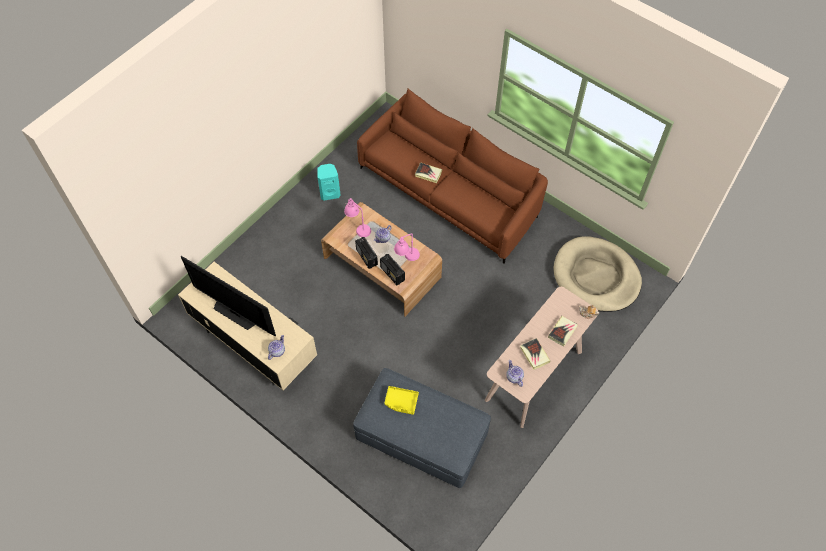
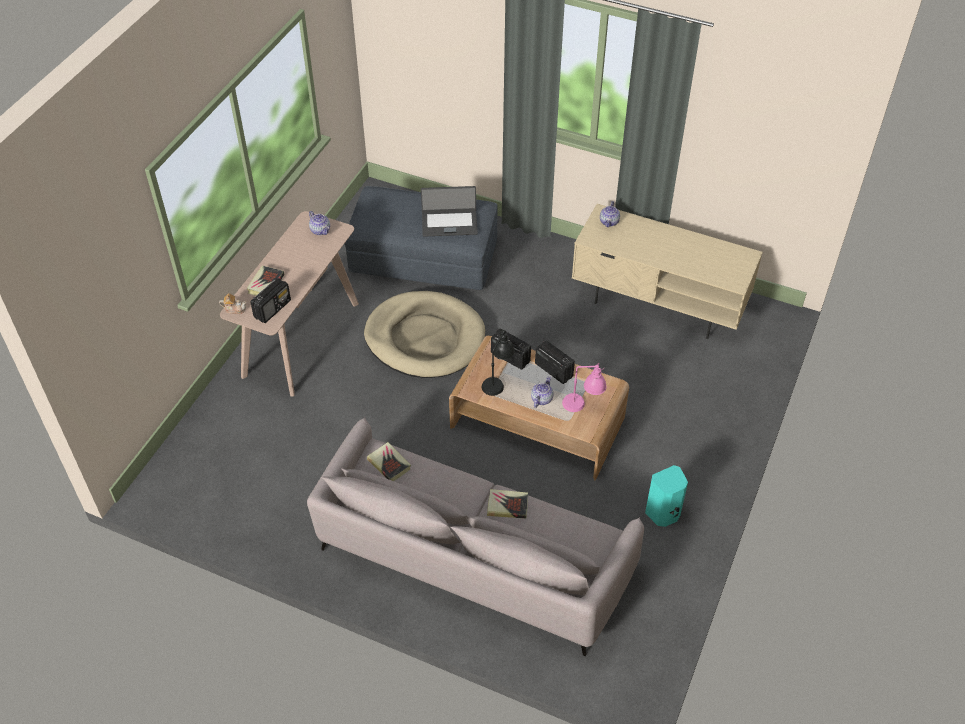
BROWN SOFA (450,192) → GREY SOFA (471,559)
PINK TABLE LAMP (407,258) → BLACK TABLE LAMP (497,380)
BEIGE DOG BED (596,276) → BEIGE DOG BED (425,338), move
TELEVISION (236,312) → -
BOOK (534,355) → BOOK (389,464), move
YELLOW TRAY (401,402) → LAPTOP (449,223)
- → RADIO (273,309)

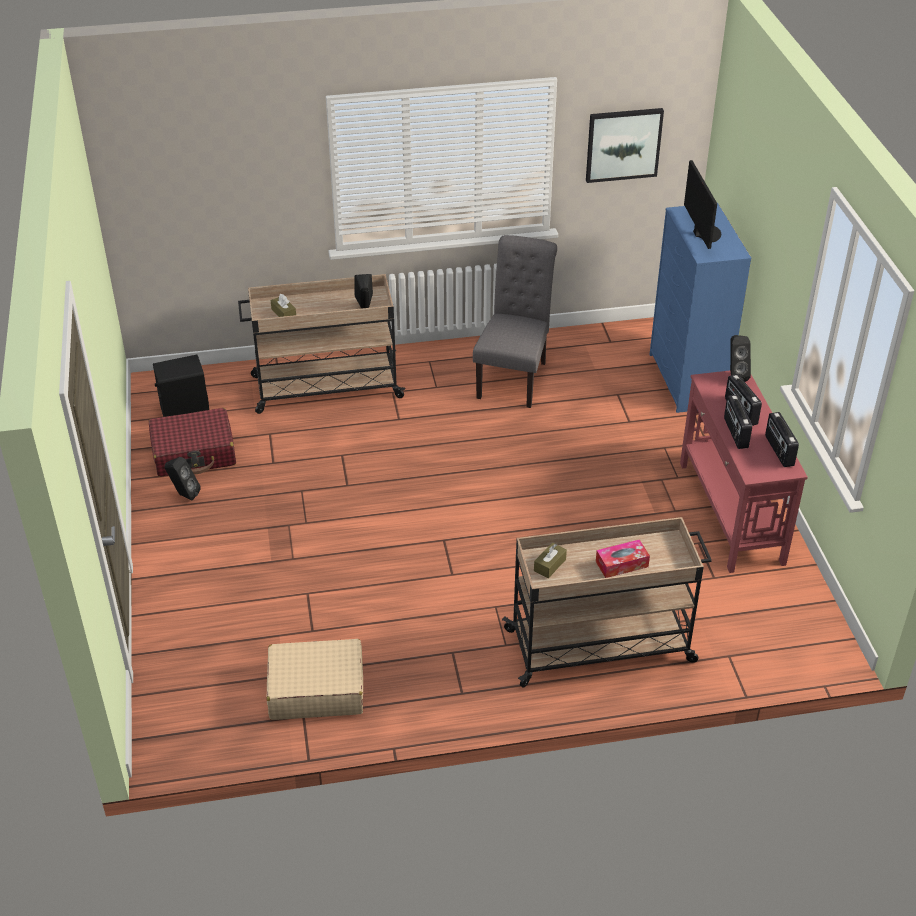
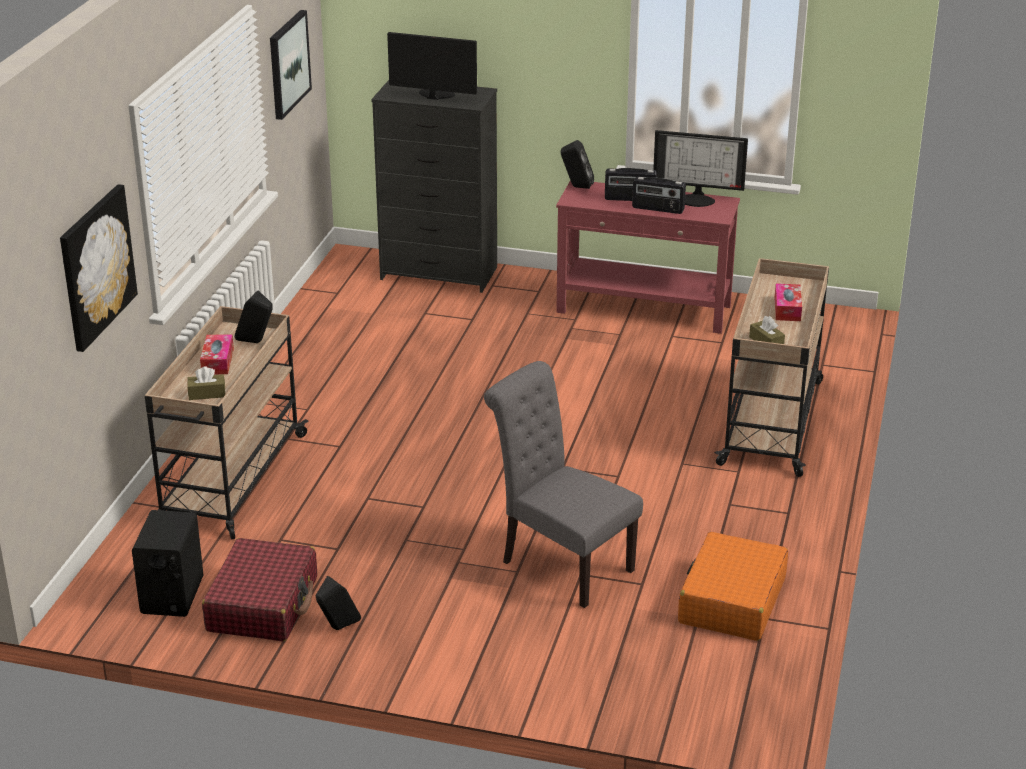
BLUE DRESSER (687,381) → BLACK DRESSER (440,273)
GREY CHAIR (514,377) → GREY CHAIR (560,563), move
RADIO (778,451) → MONITOR (697,199)
BEIGE SUITCASE (316,689) → ORANGE SUITCASE (731,601)
- → PICTURE (96,266)
- → TISSUE BOX (217,361)

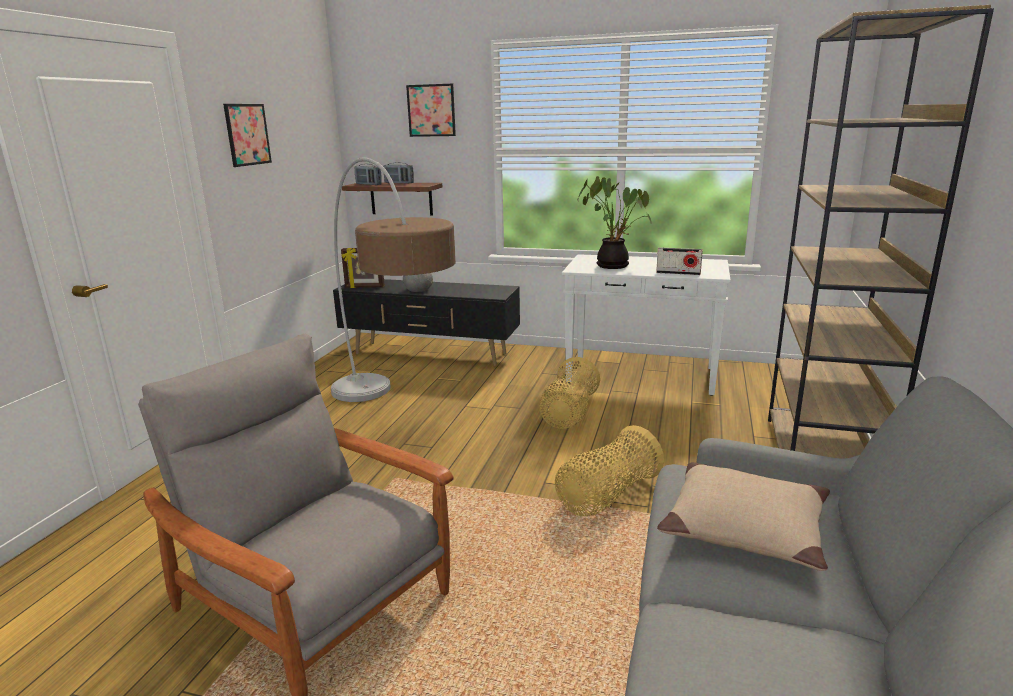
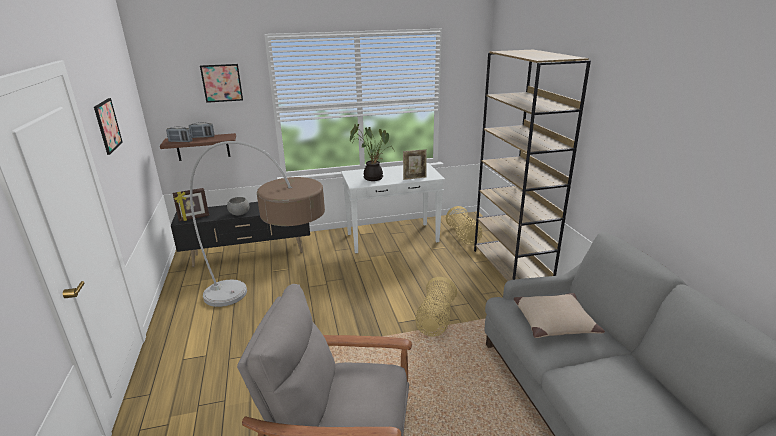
RADIO (678,273) → PICTURE FRAME (414,178)
BASKET (569,414) → BASKET (463,236), move

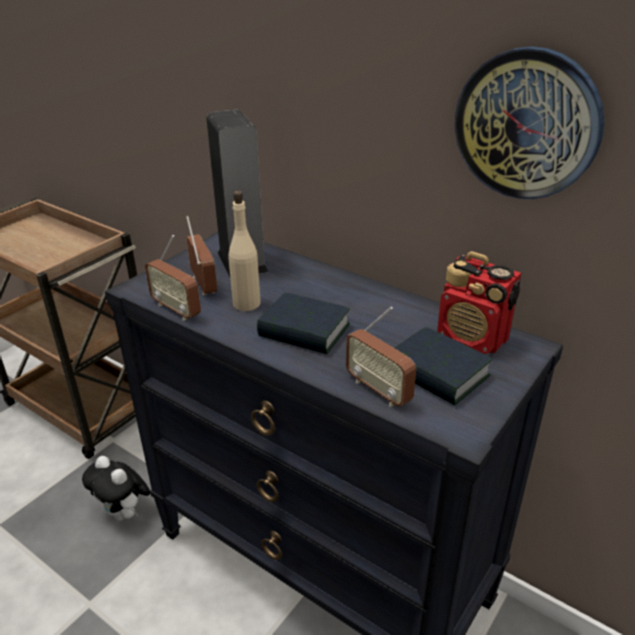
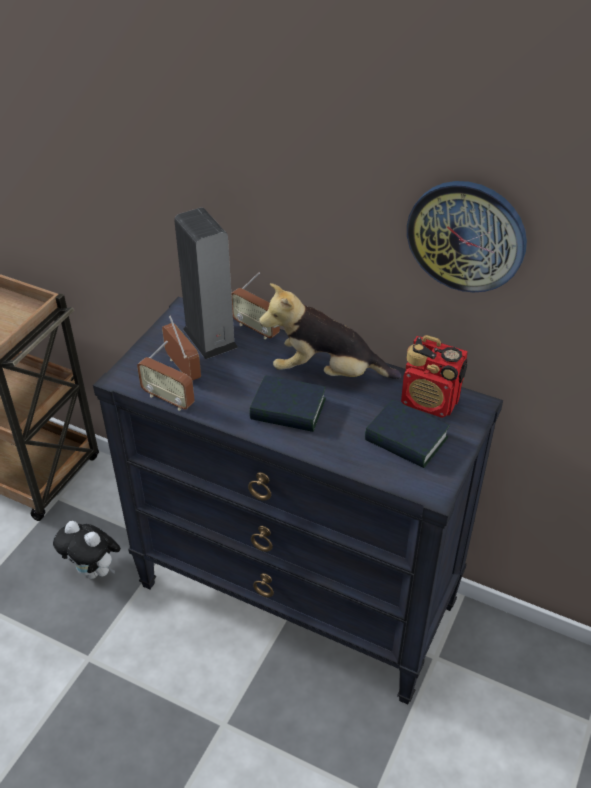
BEIGE BOTTLE (246,303) → -
RADIO (378,390) → RADIO (256,329), move
- → PLUSH TOY (327,373)

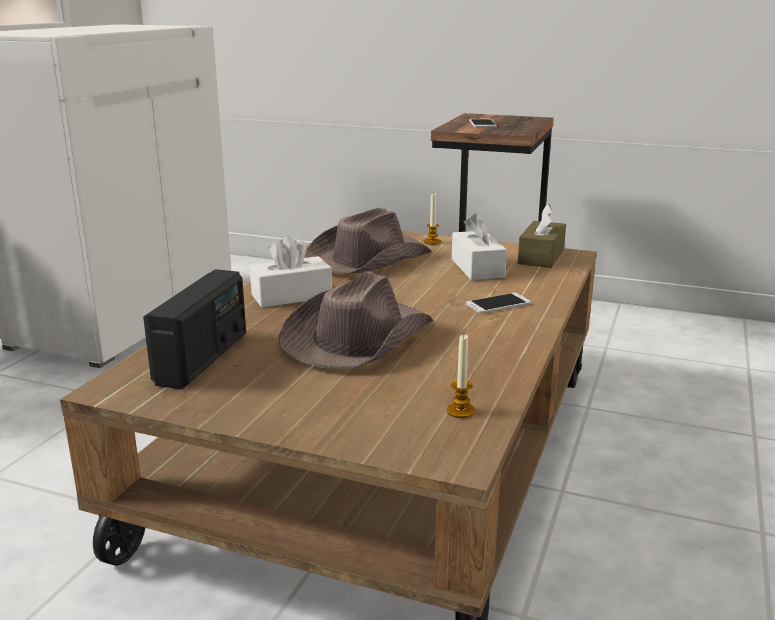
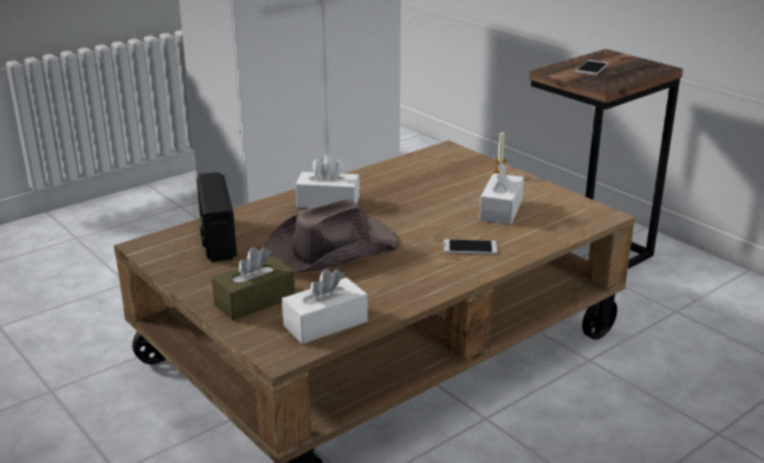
BROWN TISSUE BOX (541,256) → BROWN TISSUE BOX (255,301), move
BROWN HAT (367,258) → -
RADIO (203,358) → RADIO (217,238), 120 degrees clockwise
CANDLE (460,411) → WHITE TISSUE BOX (325,324)

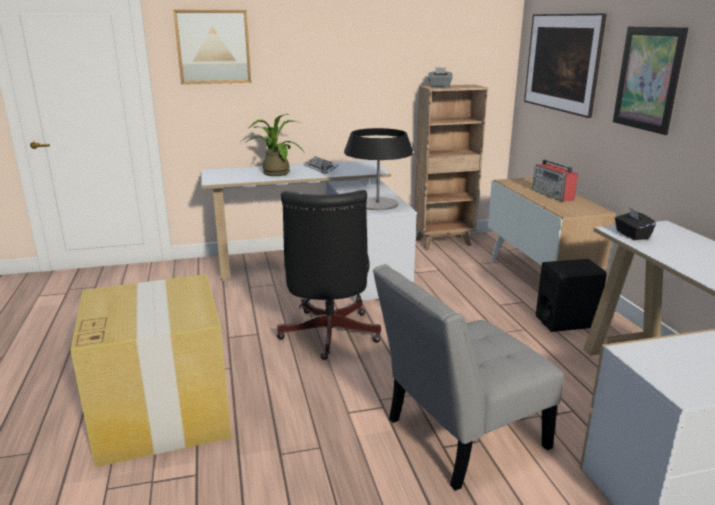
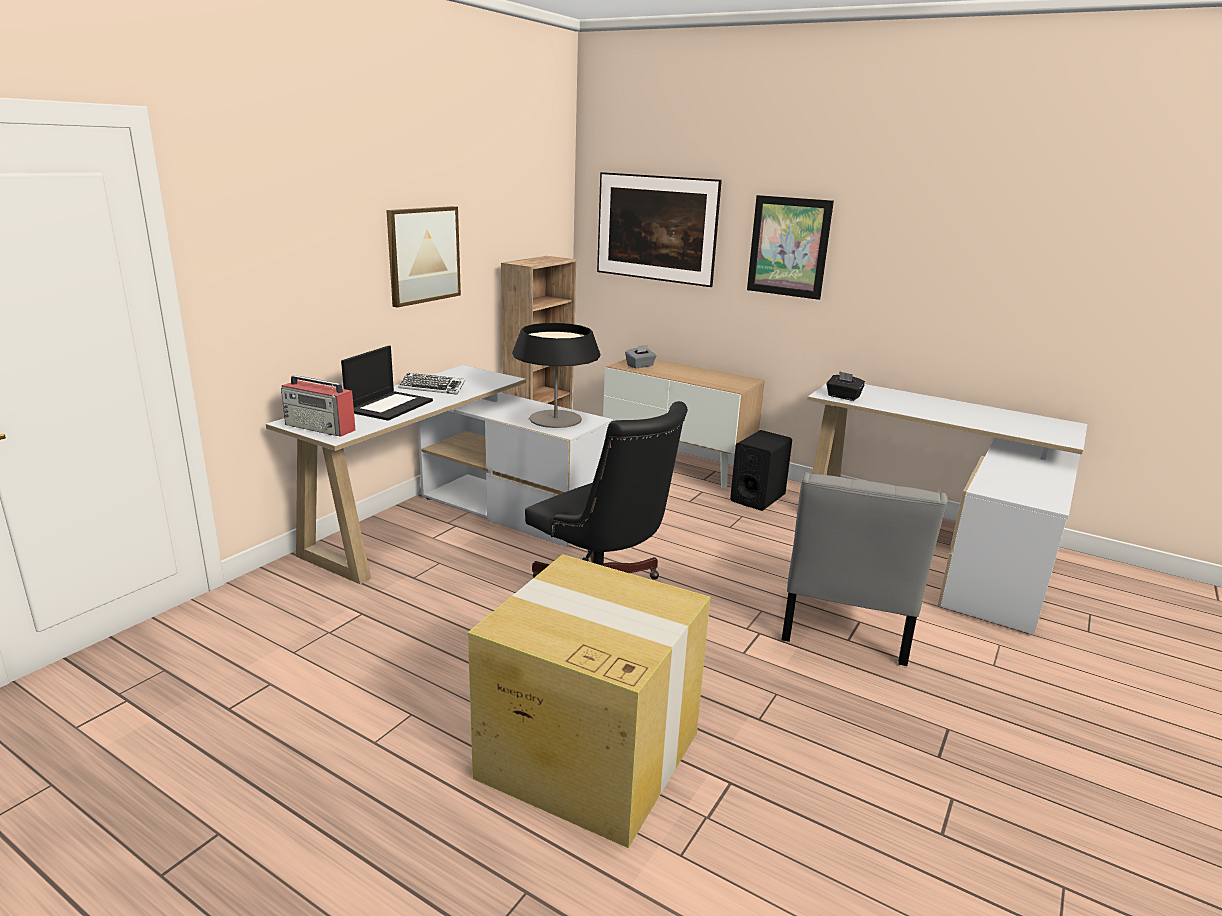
PICTURE (213,47) → PICTURE (423,255), move
GREY TISSUE BOX (439,86) → GREY TISSUE BOX (640,366), move
POTTED PLANT (275,172) → LAPTOP (390,406)
RADIO (553,195) → RADIO (321,428), move

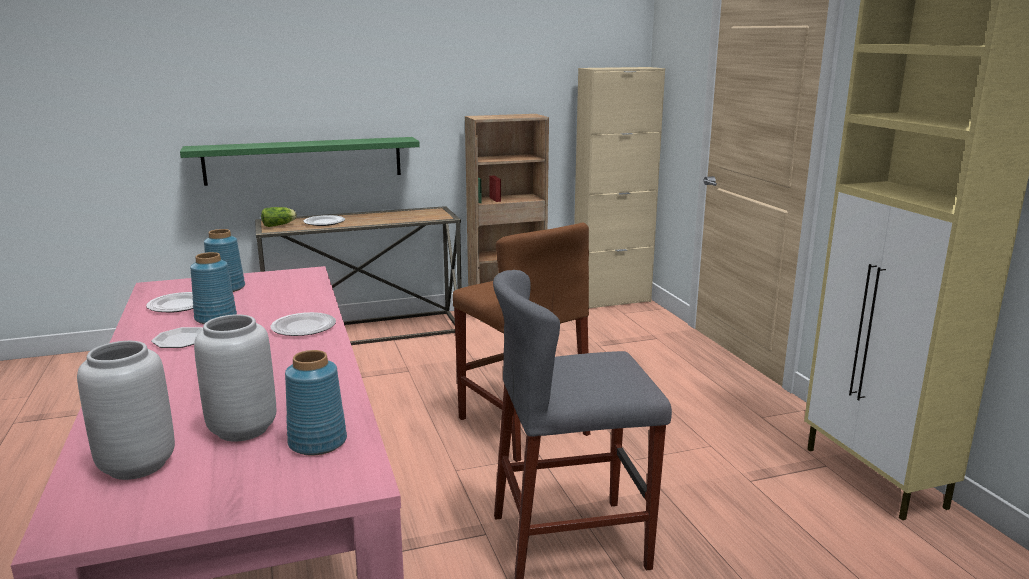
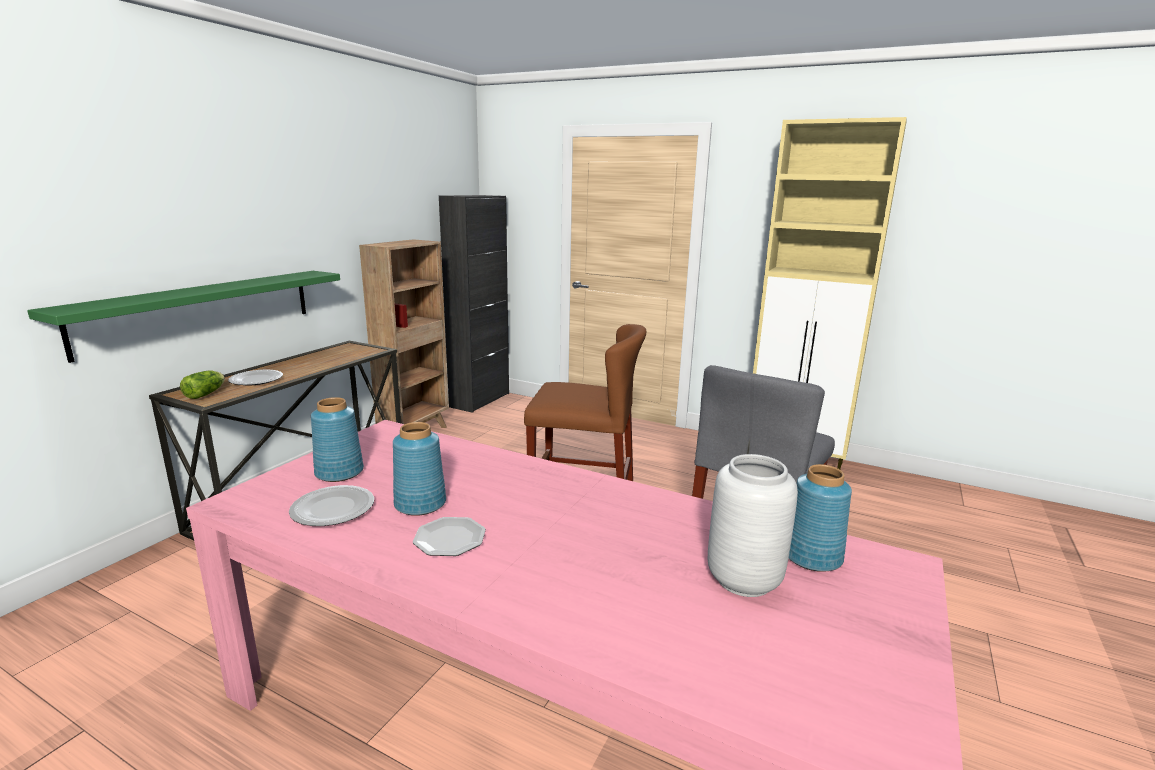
BEIGE CABINET (611,300) → BLACK CABINET (480,400)
PLATE (302,327) → -
GREY VASE (136,466) → -

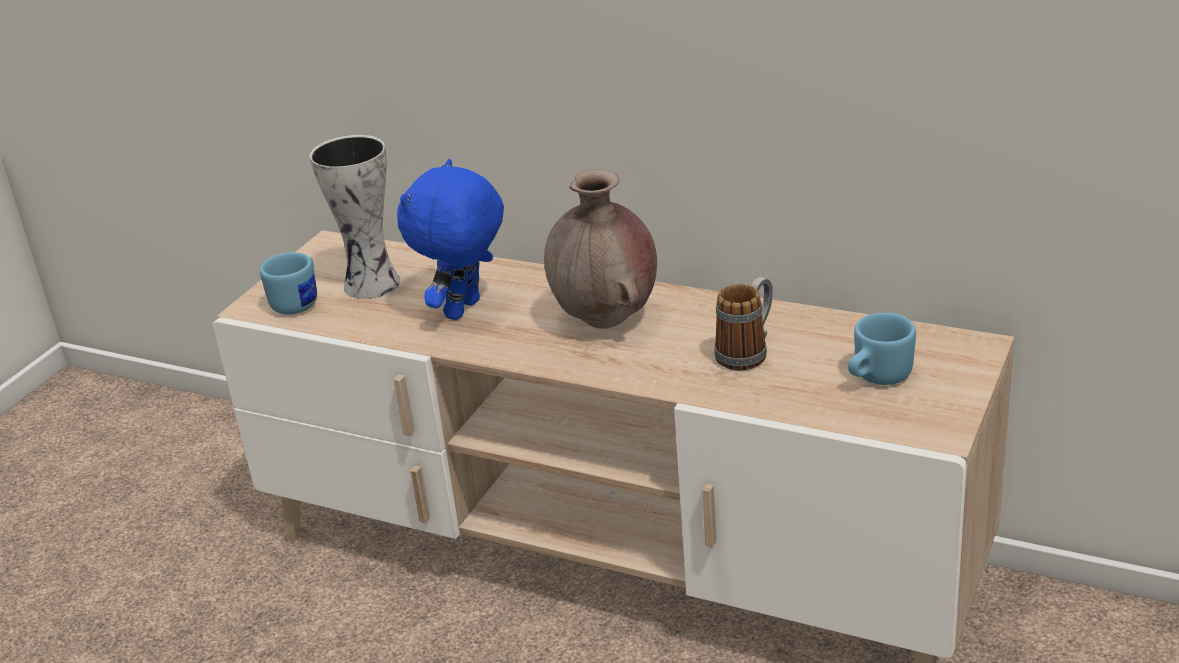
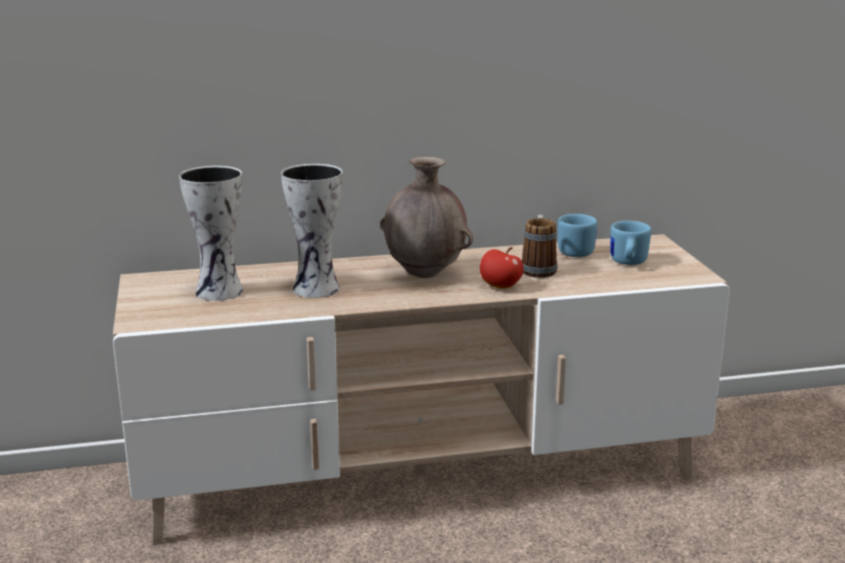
BLUE PLUSH TOY (465,310) → VASE (318,289)
BLUE MUG (299,301) → BLUE MUG (573,251), move
- → APPLE (500,287)

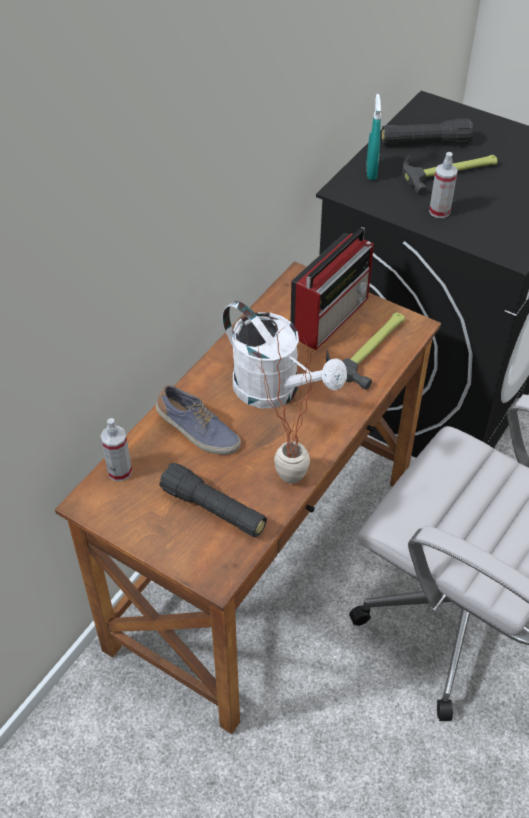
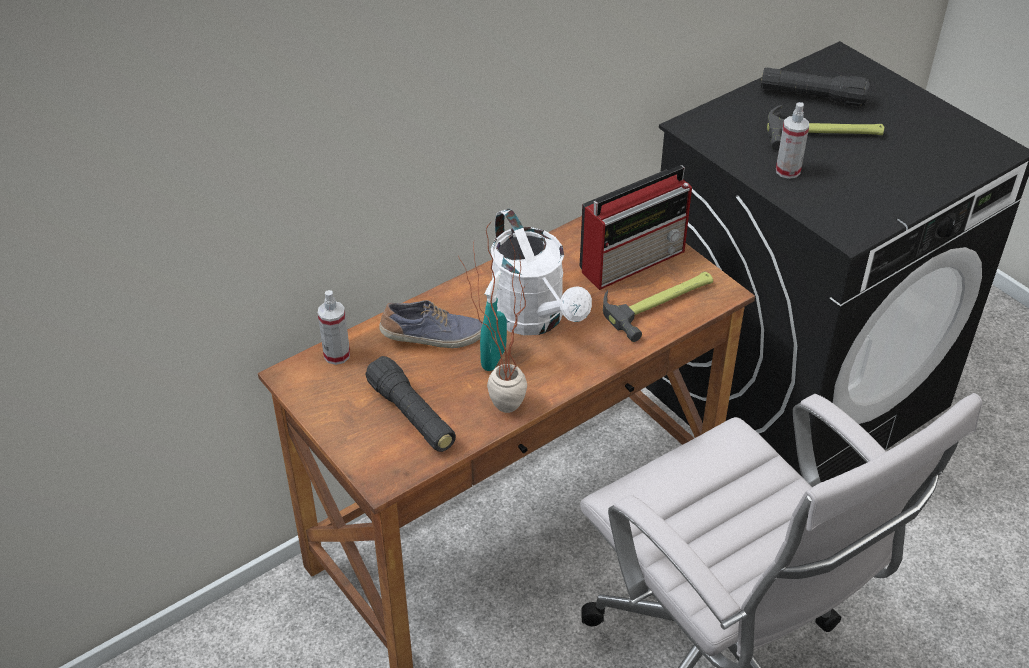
TURQUOISE SPRAY BOTTLE (371,172) → TURQUOISE SPRAY BOTTLE (493,359), move
SHOE (197,432) → SHOE (433,338), 60 degrees counterclockwise

